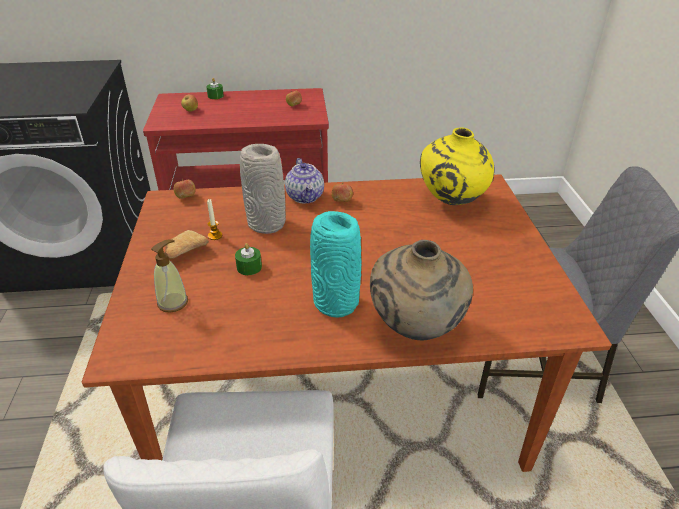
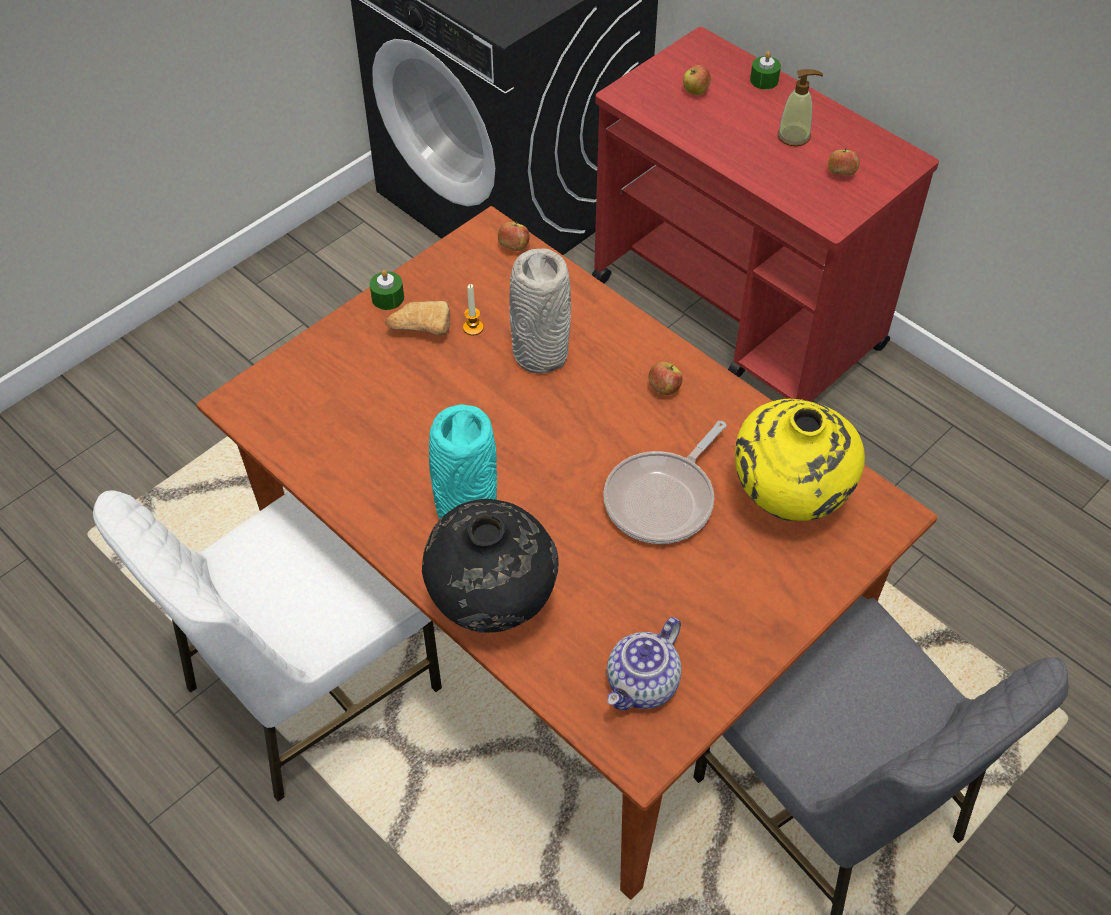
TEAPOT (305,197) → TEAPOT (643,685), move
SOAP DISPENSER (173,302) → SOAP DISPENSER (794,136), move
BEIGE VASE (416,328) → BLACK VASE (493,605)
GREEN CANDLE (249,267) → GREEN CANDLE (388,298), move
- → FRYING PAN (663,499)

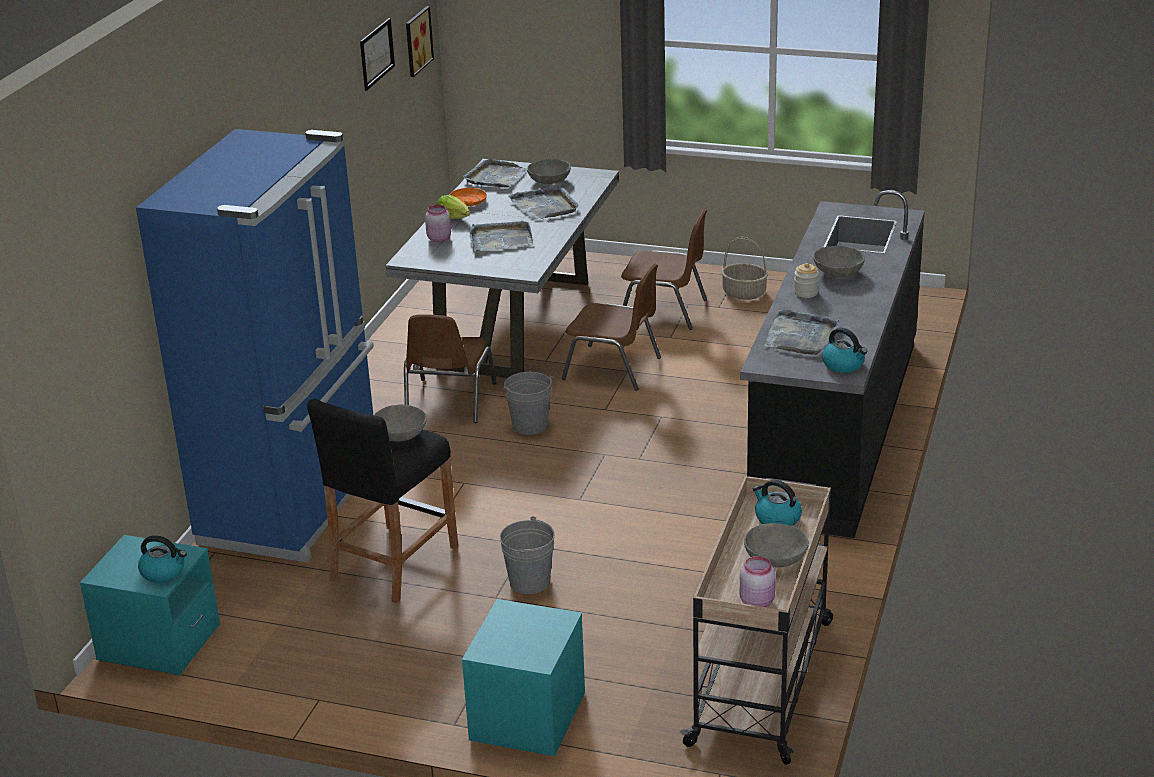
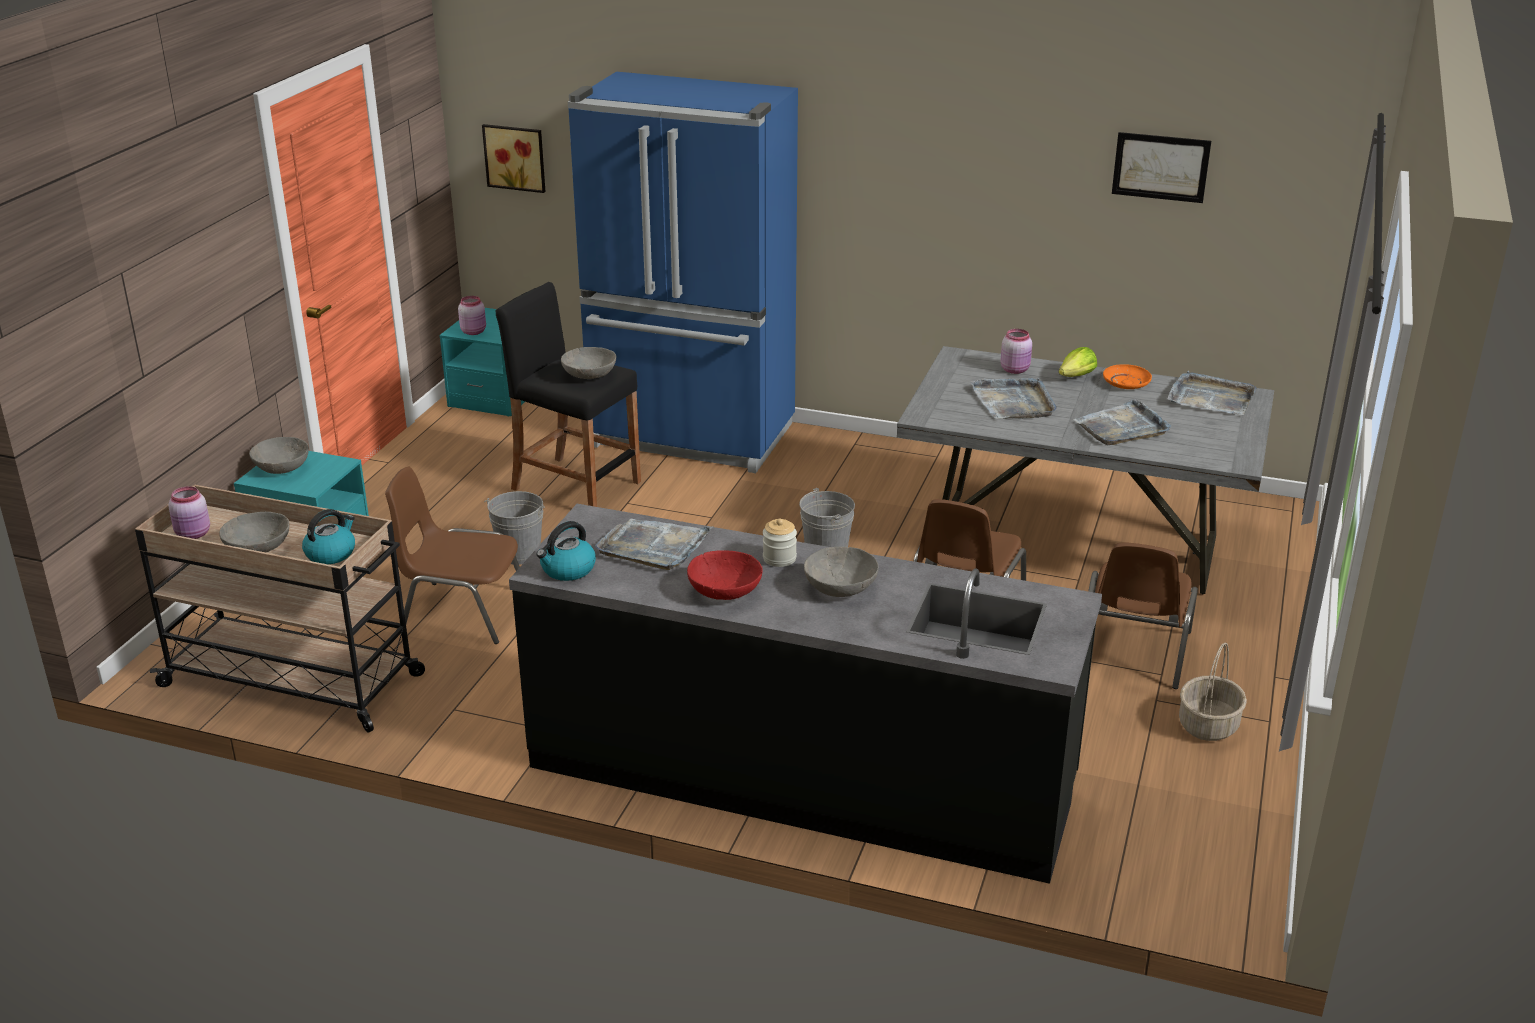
PICTURE (416,41) → PICTURE (516,157), move
GREY BOWL (549,181) → GREY BOWL (282,467), move
BROWN CHAIR (449,402) → BROWN CHAIR (462,611), move
KETTLE (164,572) → PINK JAR (474,331)
- → RED BOWL (725,591)

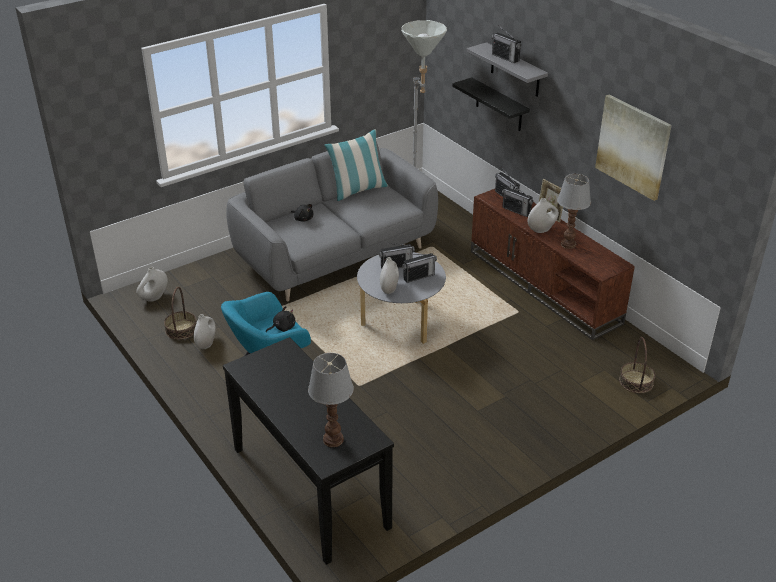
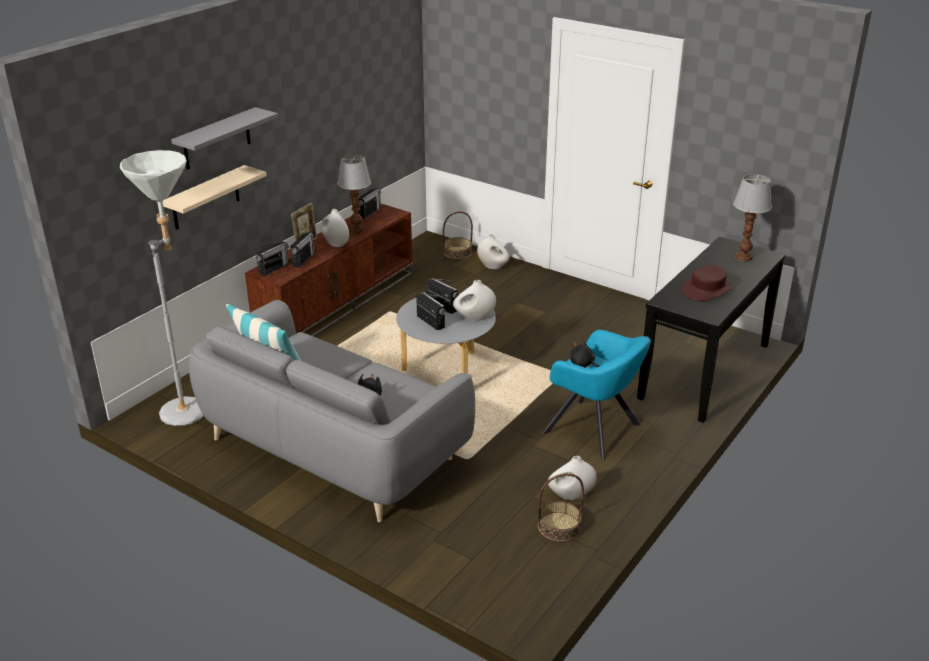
RADIO (505,57) → RADIO (369,213), move
BLACK SHELF (499,105) → BEIGE SHELF (205,198)
PICTURE (633,146) → -
WHITE VASE (154,298) → WHITE VASE (493,266), move
- → BROWN HAT (707,289)

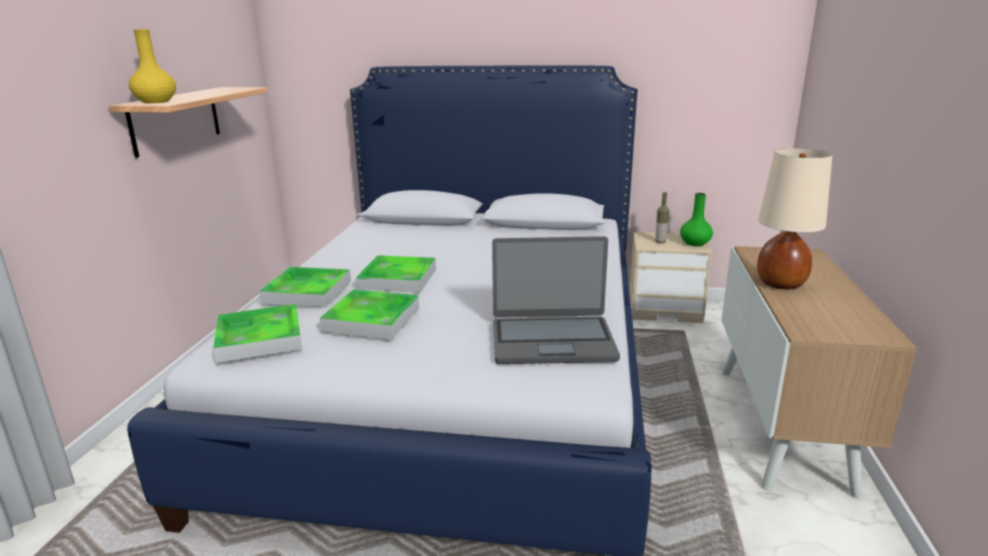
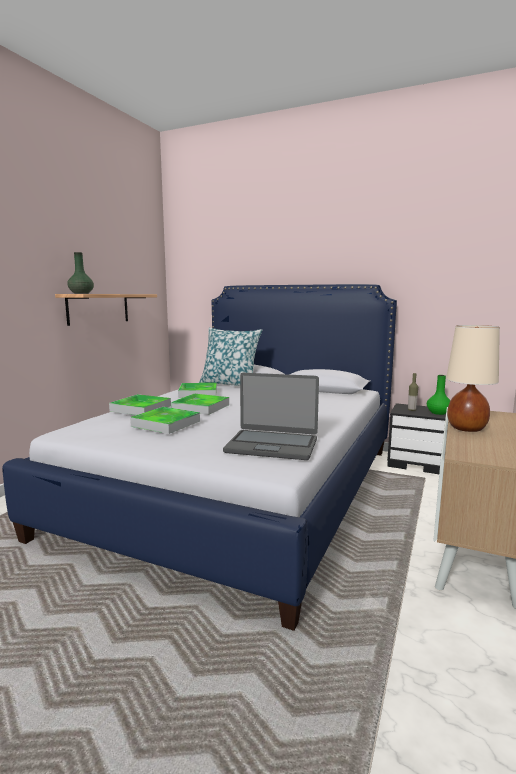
YELLOW VASE (155,102) → GREEN VASE (81,293)
BEIGE NIGHTSTAND (665,309) → BLACK NIGHTSTAND (417,463)
TRAY (259,338) → TRAY (198,393), move
- → PILLOW (230,384)

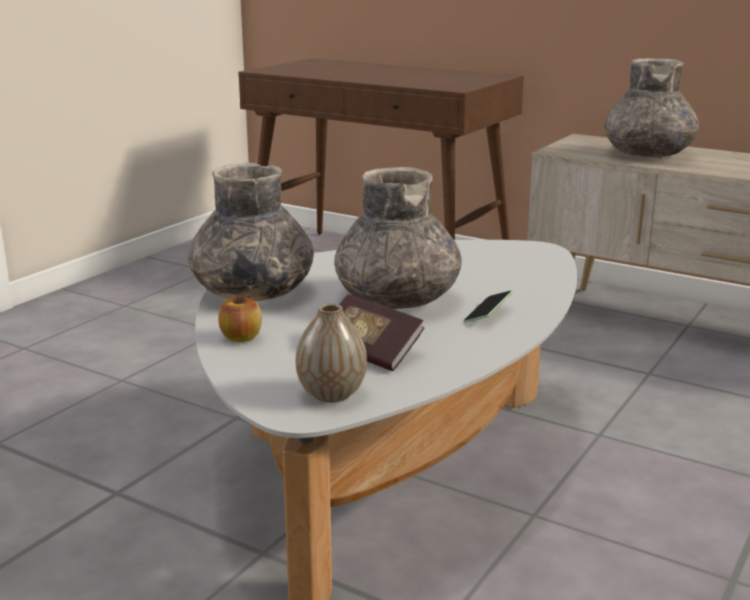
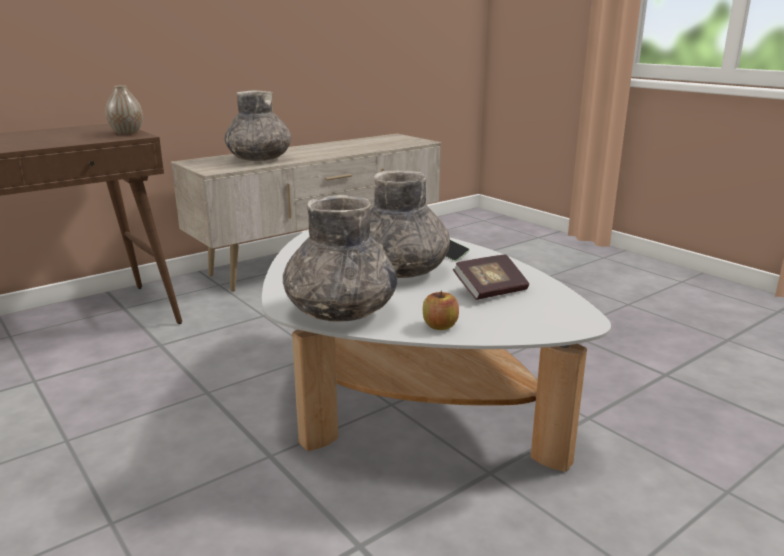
VASE (331,394) → VASE (127,133), move

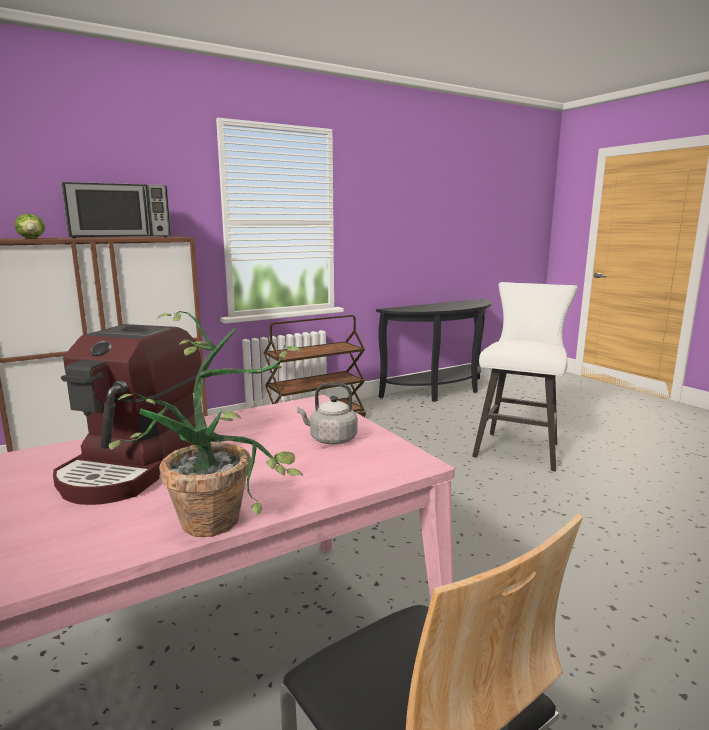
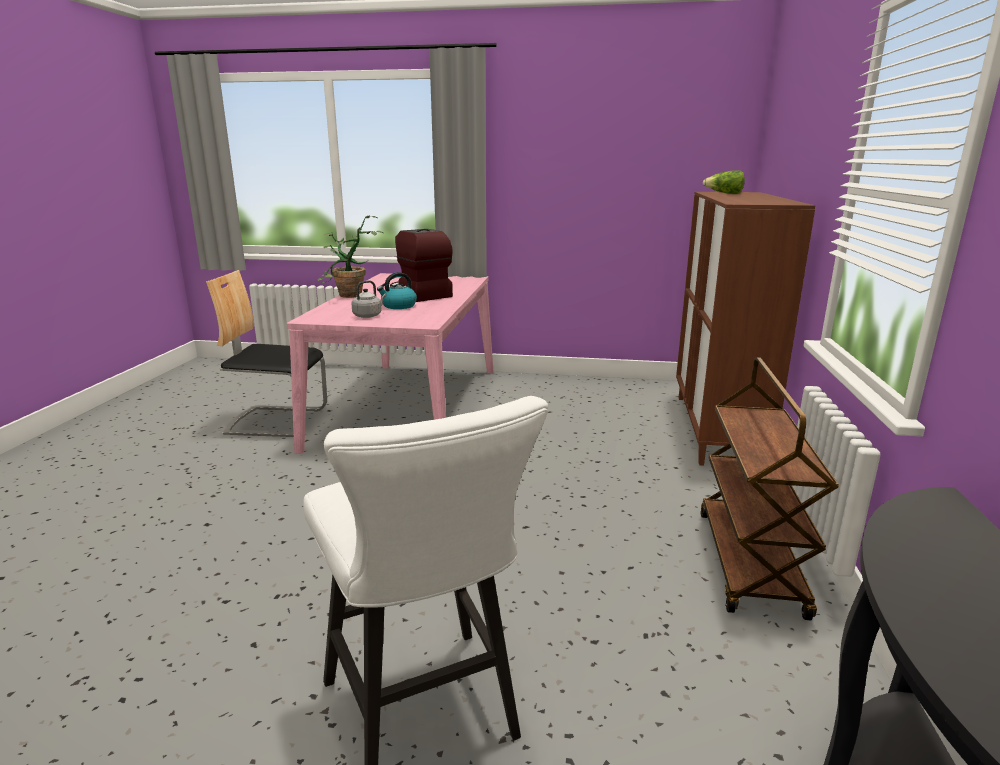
MICROWAVE (120,237) → -
- → KETTLE (398,306)

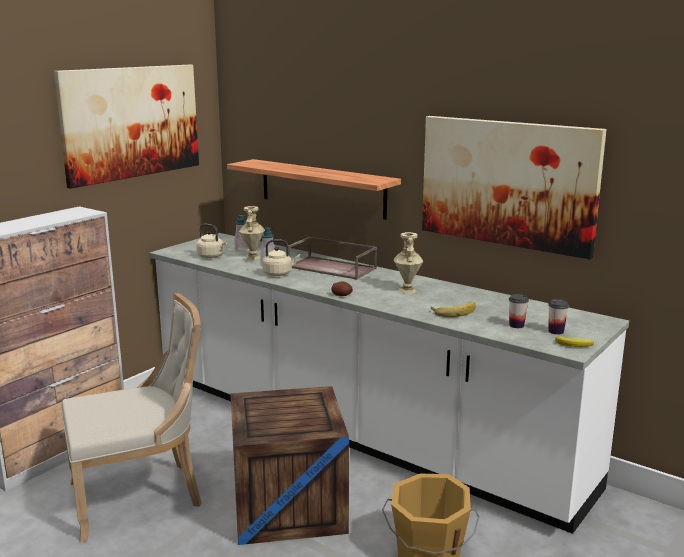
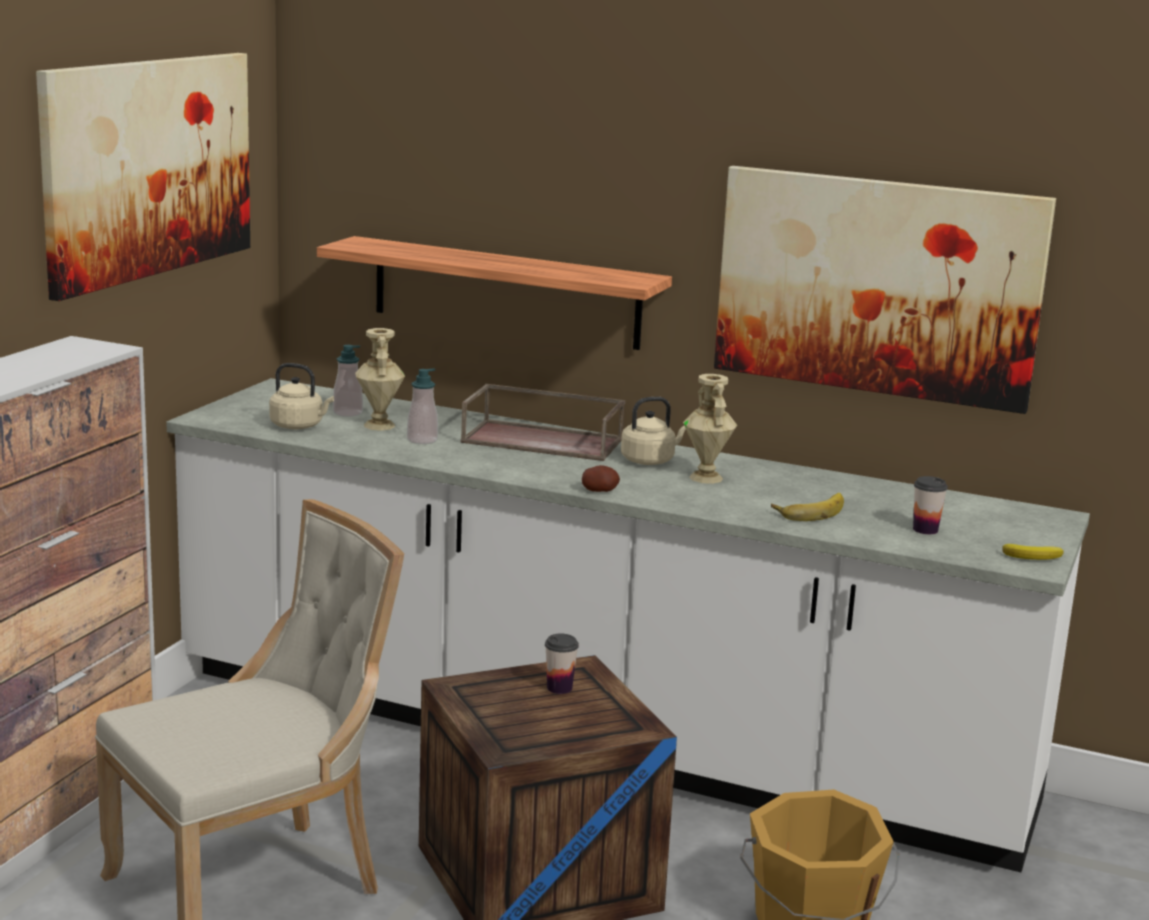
BEIGE KETTLE (279,273) → BEIGE KETTLE (650,460), move
CUP (556,331) → CUP (559,688), move

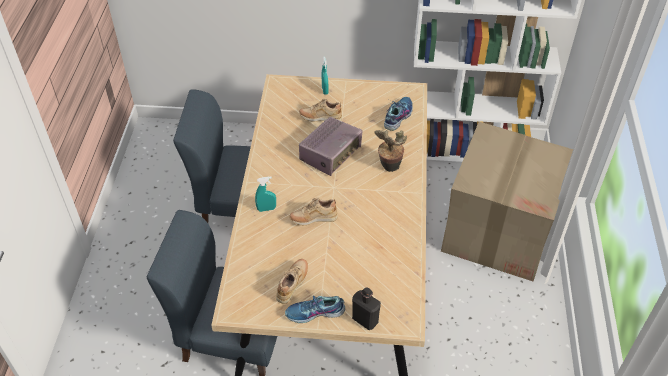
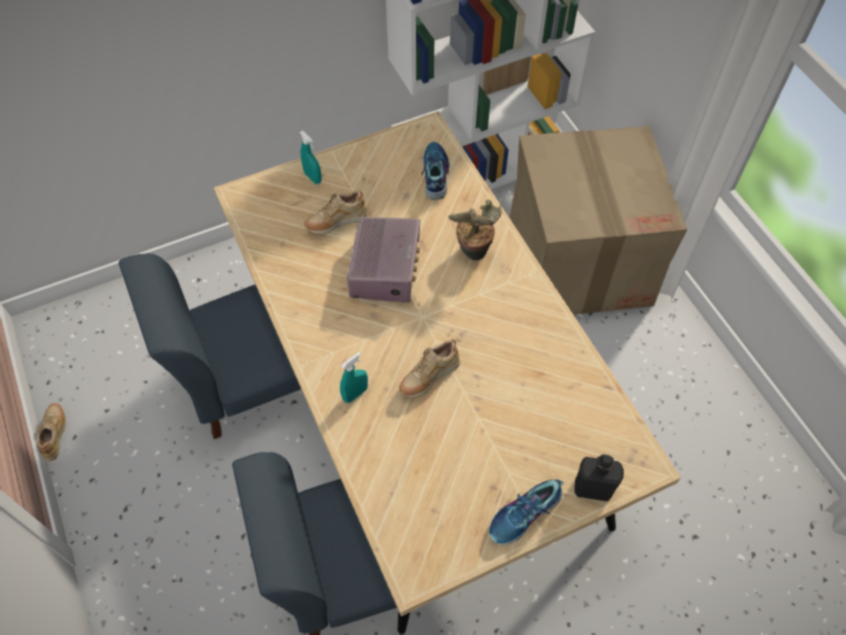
BEIGE SHOE (293,284) → BEIGE SHOE (55,434), move

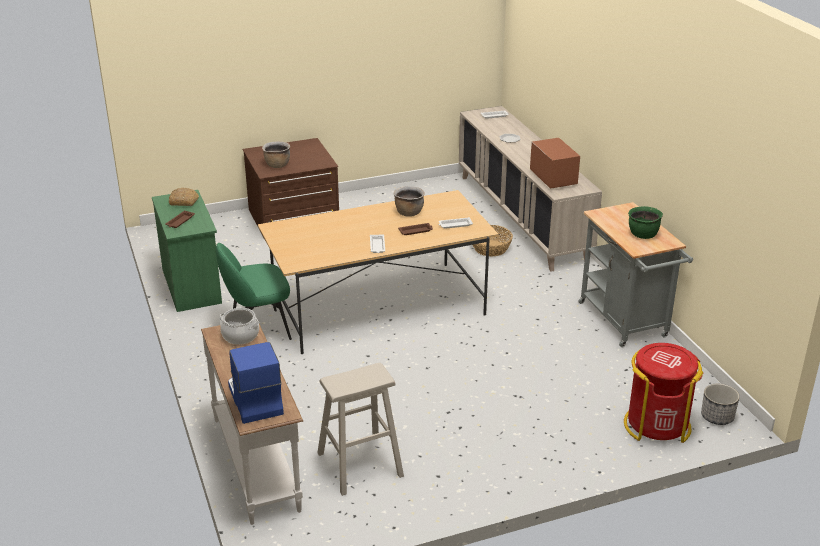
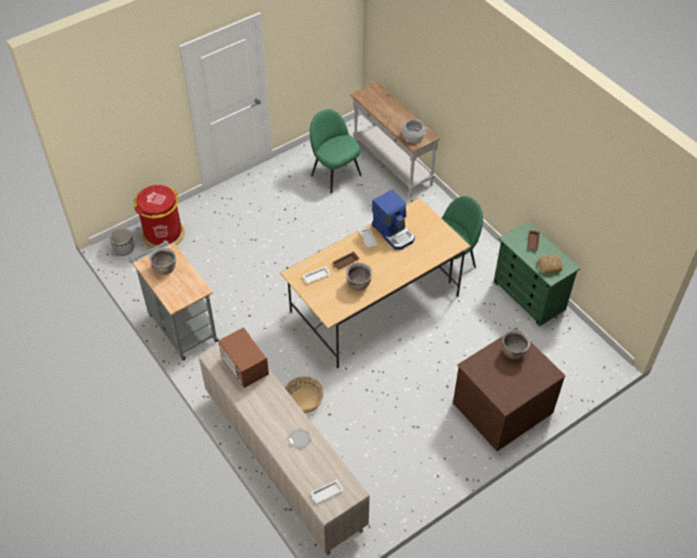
GREEN COOKING POT (642,235) → BROWN COOKING POT (165,269)
COFFEE MACHINE (254,399) → COFFEE MACHINE (394,232), move
BEIGE STOOL (359,464) → GREEN CHAIR (335,174)

